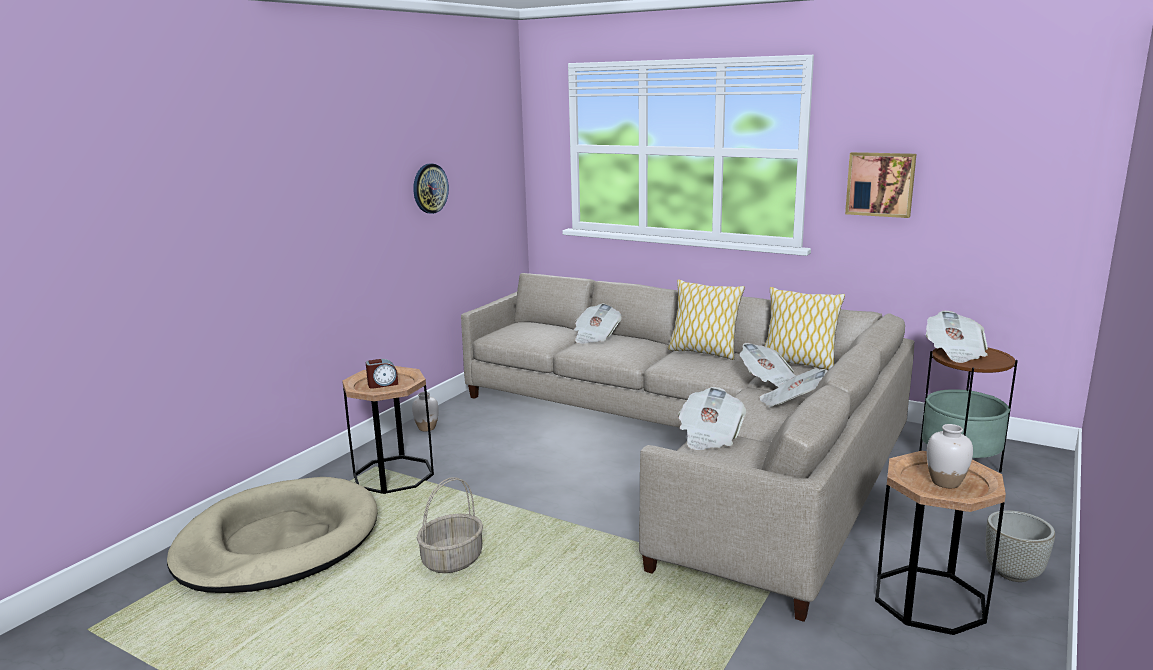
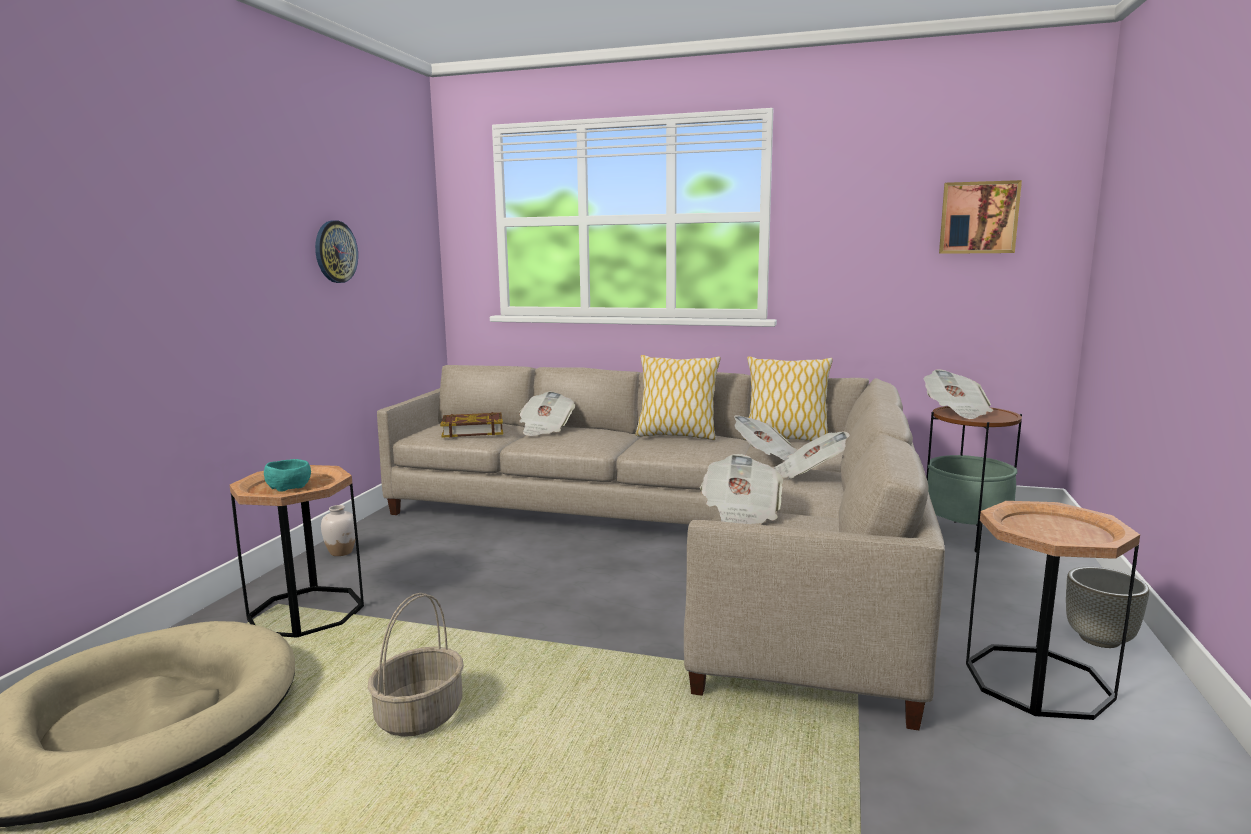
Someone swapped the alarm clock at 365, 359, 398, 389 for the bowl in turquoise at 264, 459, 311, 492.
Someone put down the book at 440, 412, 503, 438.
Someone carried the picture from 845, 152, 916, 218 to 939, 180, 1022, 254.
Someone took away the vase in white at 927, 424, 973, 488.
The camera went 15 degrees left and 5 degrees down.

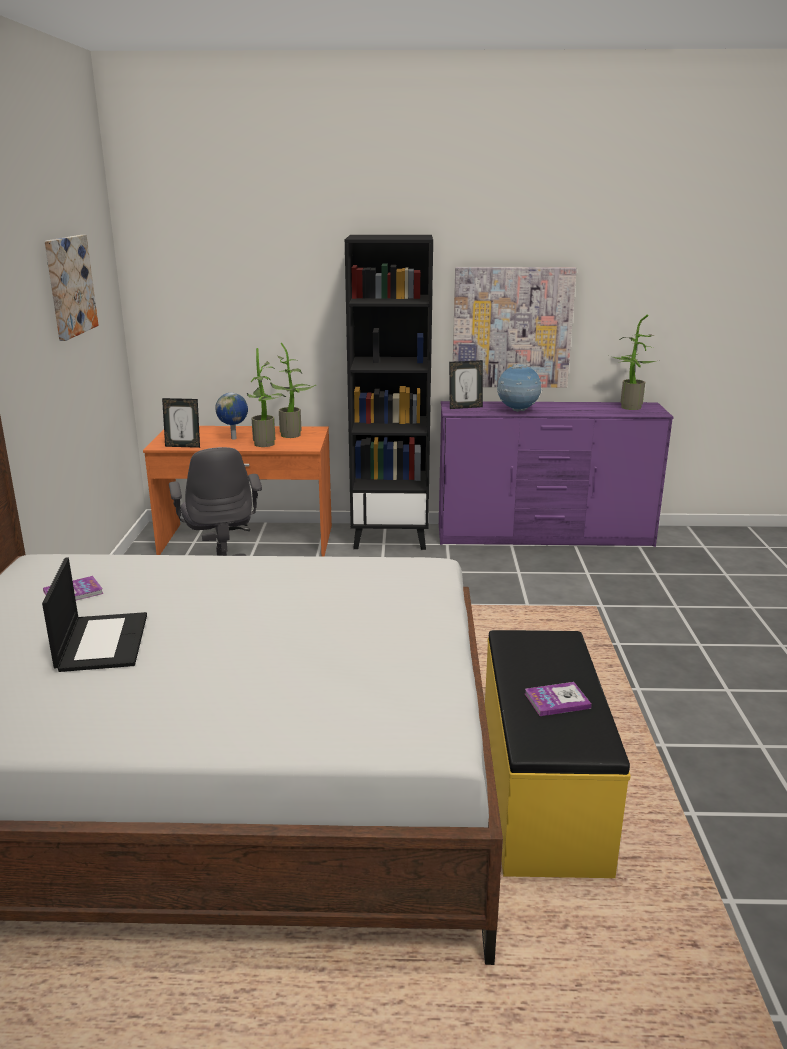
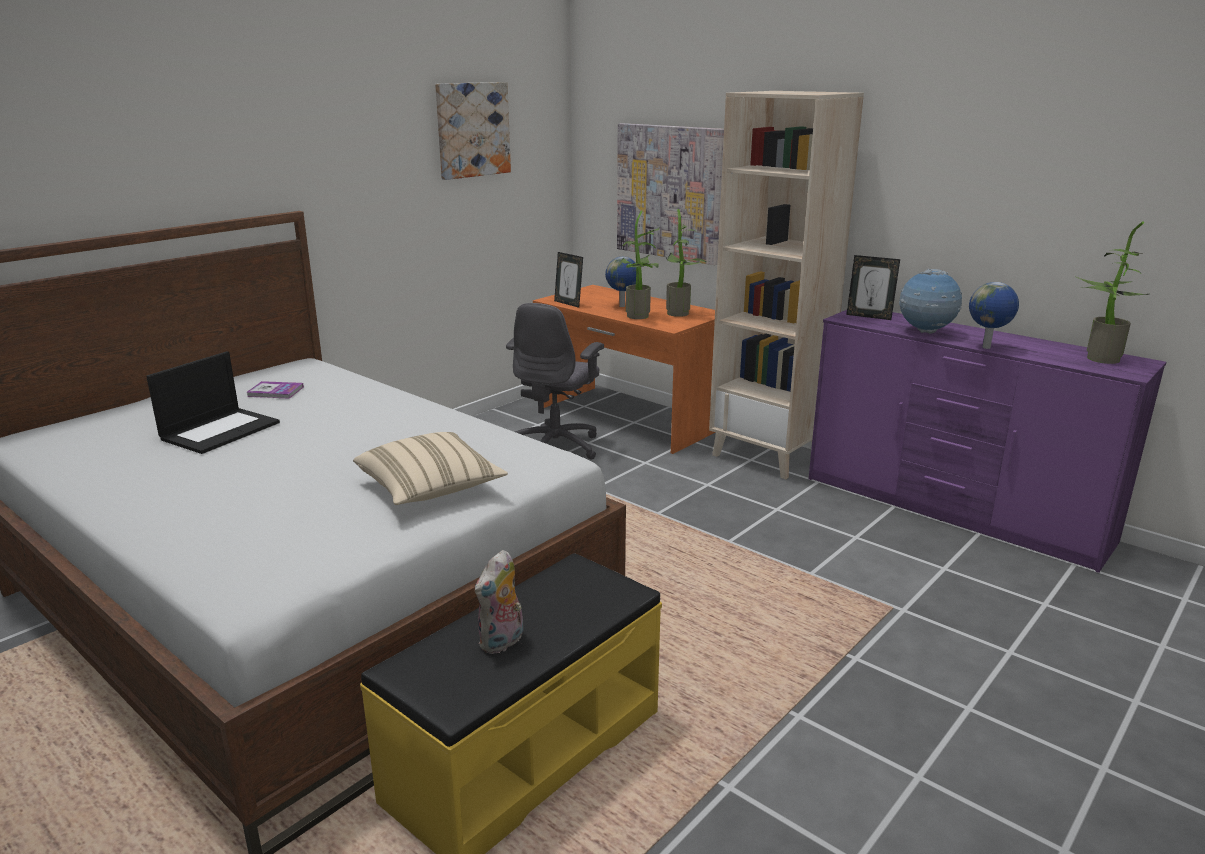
Someone put down the pillow in beige at 353, 432, 508, 505.
Someone swapped the book at 524, 682, 592, 716 for the plush toy at 475, 550, 523, 654.
Someone carried the picture from 453, 267, 577, 388 to 617, 123, 724, 265.
Someone repainted the bookcase in black at 345, 235, 433, 550, which became the bookcase in beige at 709, 91, 864, 479.
Someone put down the globe at 969, 282, 1019, 349.
The camera went 40 degrees right and 0 degrees up.

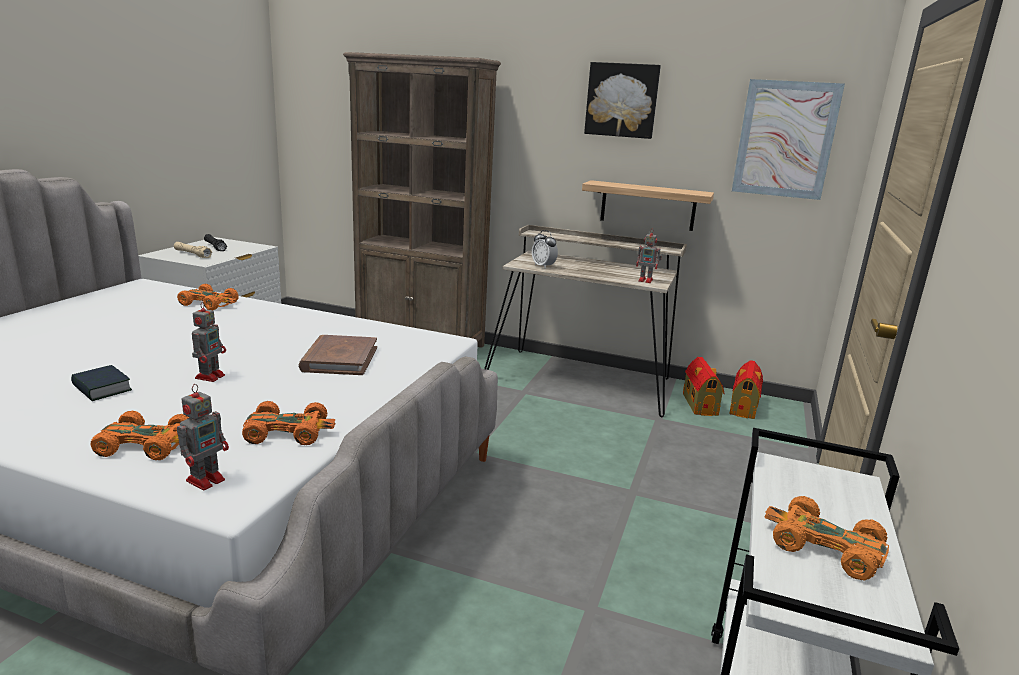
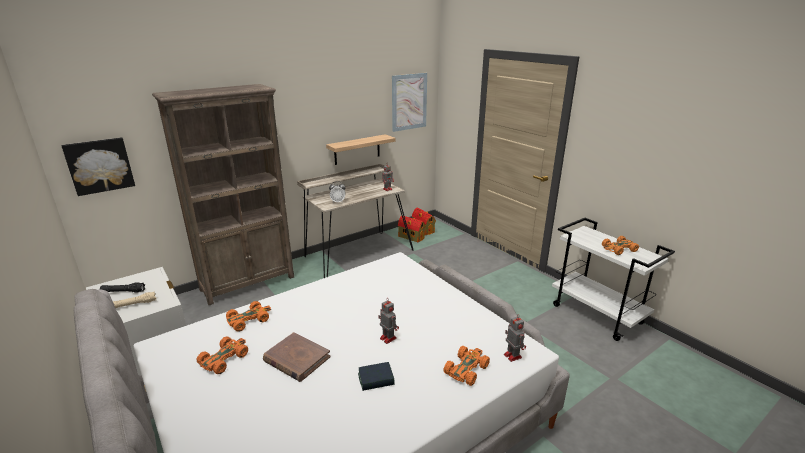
Someone carried the picture from 584, 62, 661, 139 to 61, 137, 135, 196.
Someone carried the toy car in orange from 242, 401, 335, 445 to 196, 337, 248, 374.
Someone carried the book in brown from 298, 335, 377, 375 to 263, 332, 330, 382.
The camera went 55 degrees left and 5 degrees up.

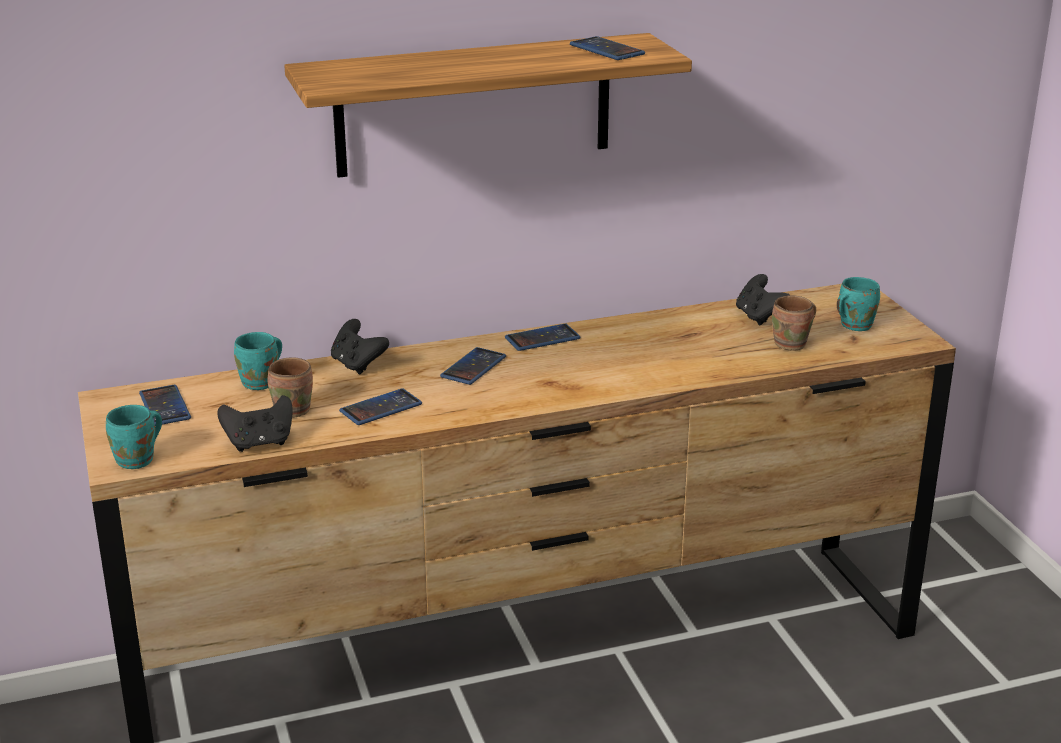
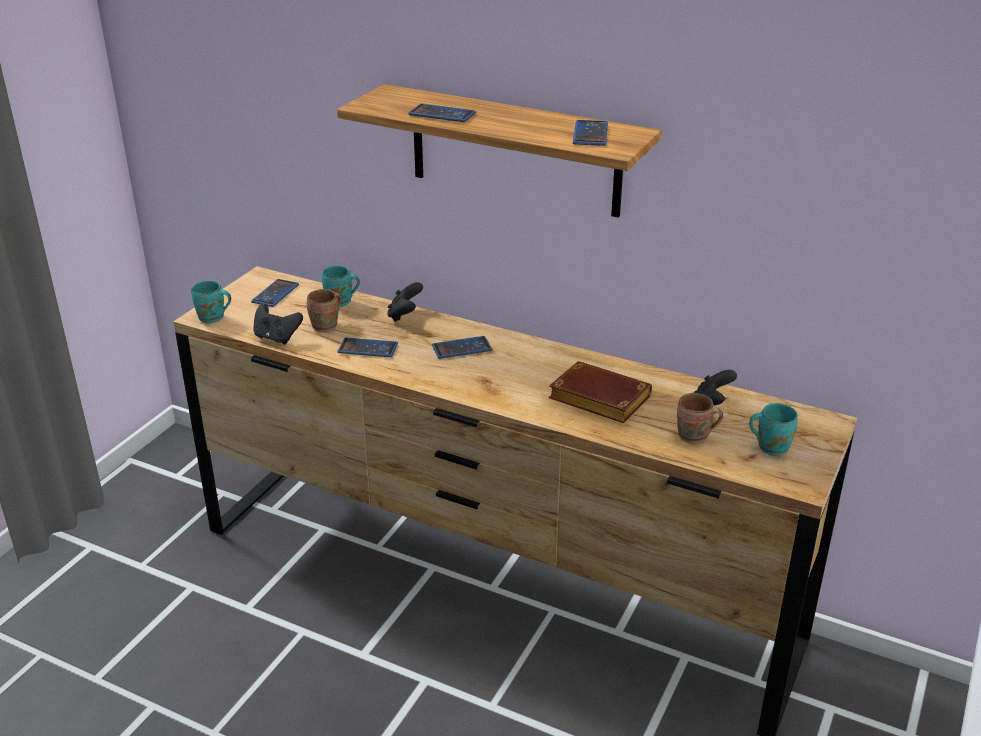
Someone carried the phone from 505, 324, 581, 351 to 408, 104, 476, 122.
Someone put down the book in brown at 548, 361, 652, 423.
The camera went 45 degrees right and 5 degrees up.

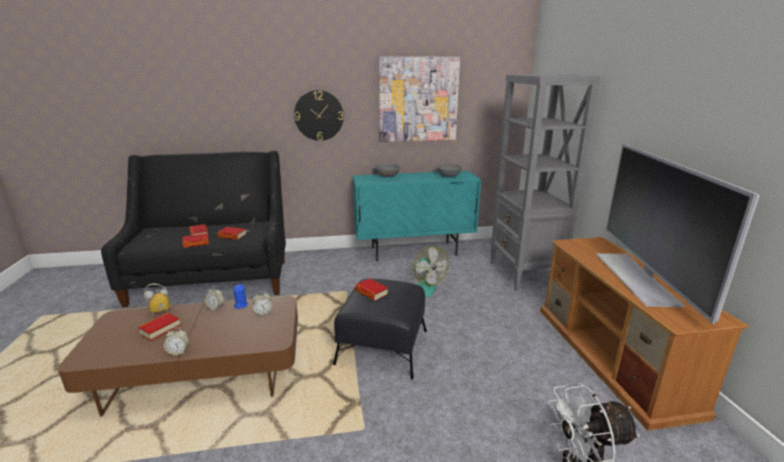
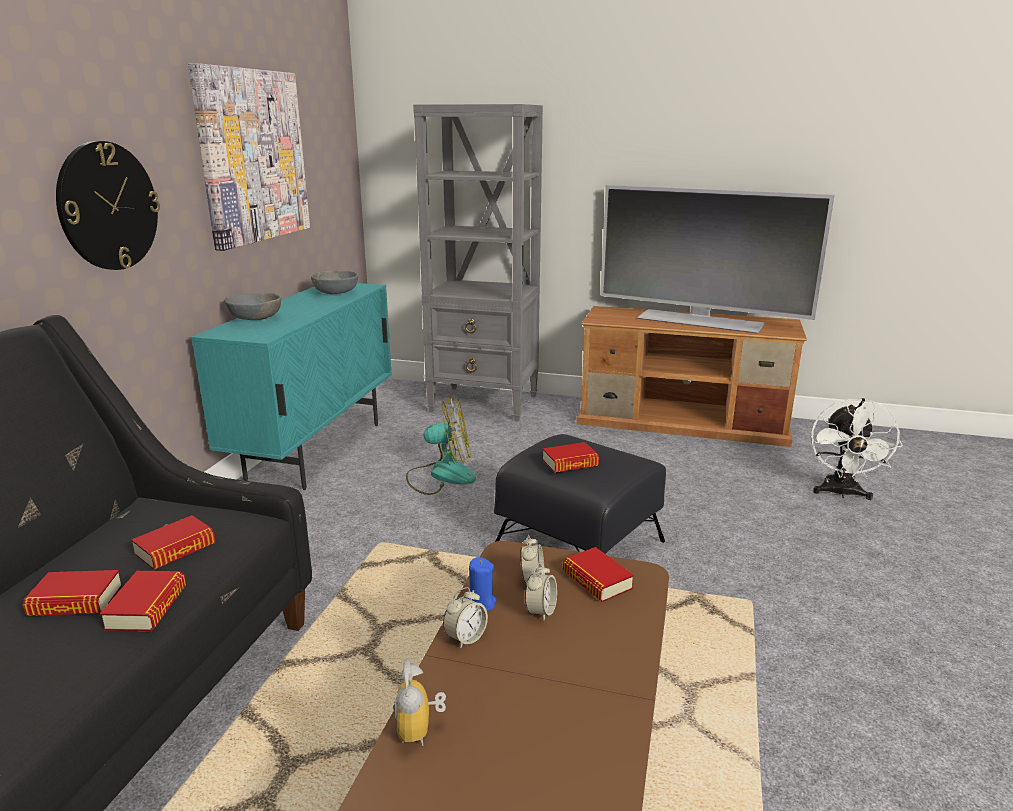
Someone carried the alarm clock from 164, 327, 189, 355 to 525, 563, 557, 621.
Someone carried the book from 138, 313, 181, 341 to 563, 547, 634, 602.
The camera went 65 degrees left and 0 degrees up.

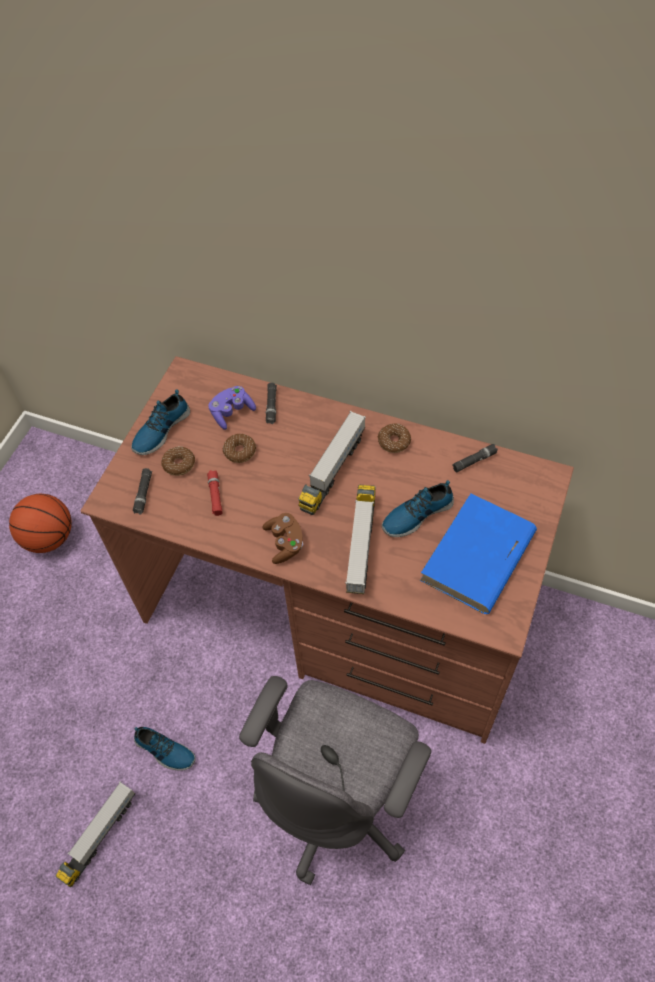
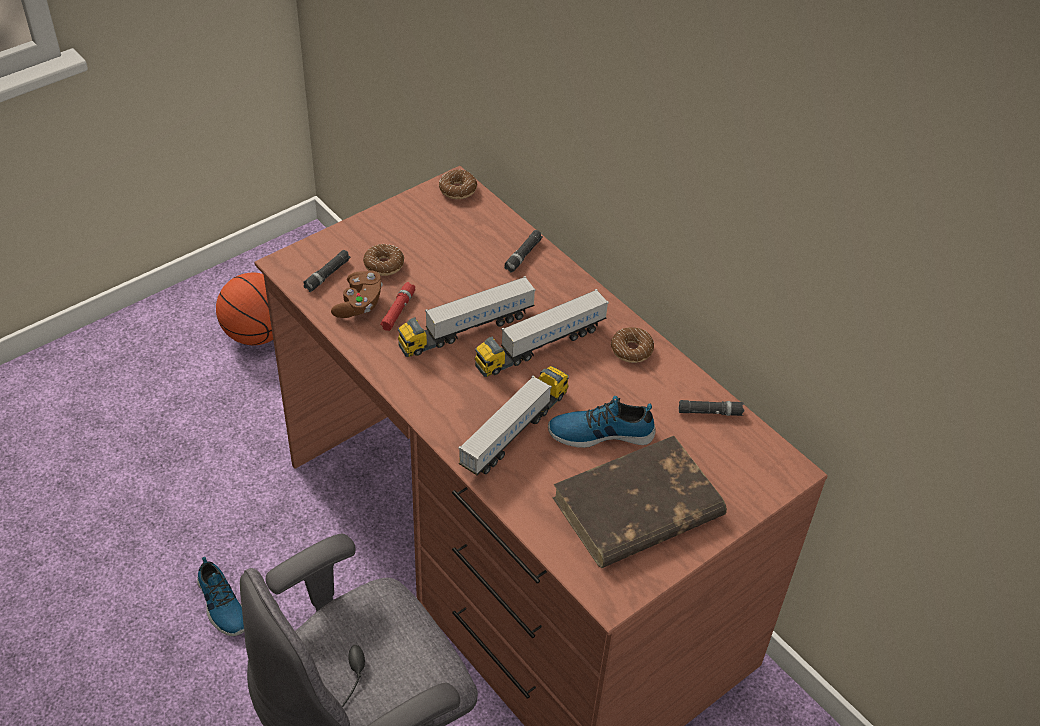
Someone carried the game controller in brown from 263, 513, 303, 564 to 331, 270, 383, 318.
Someone carried the toy truck from 55, 782, 135, 887 to 398, 276, 536, 357.
Someone carried the donut from 223, 434, 256, 463 to 439, 169, 477, 199.
Someone repainted the book in blue at 420, 493, 537, 614, which became the book in brown at 552, 436, 727, 568.
Someone took away the shoe at 131, 389, 190, 455.
Someone took away the game controller in purple at 208, 386, 256, 430.
The camera went 25 degrees right and 10 degrees down.

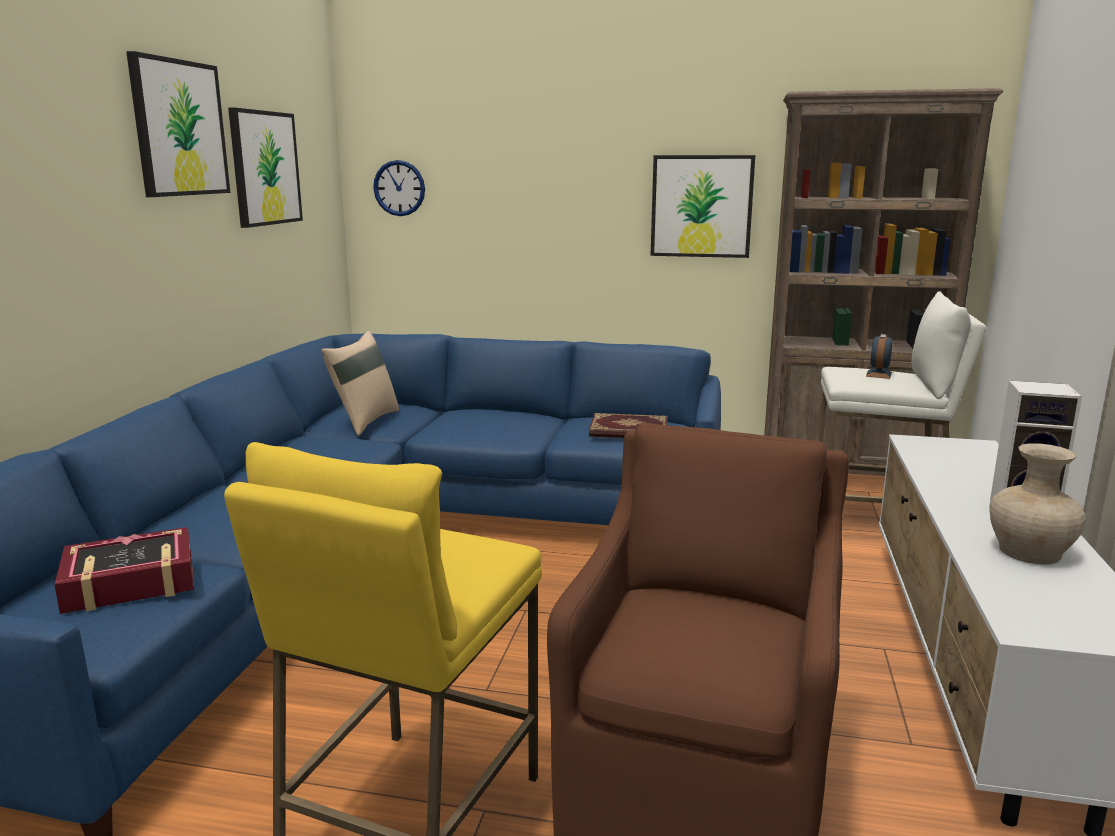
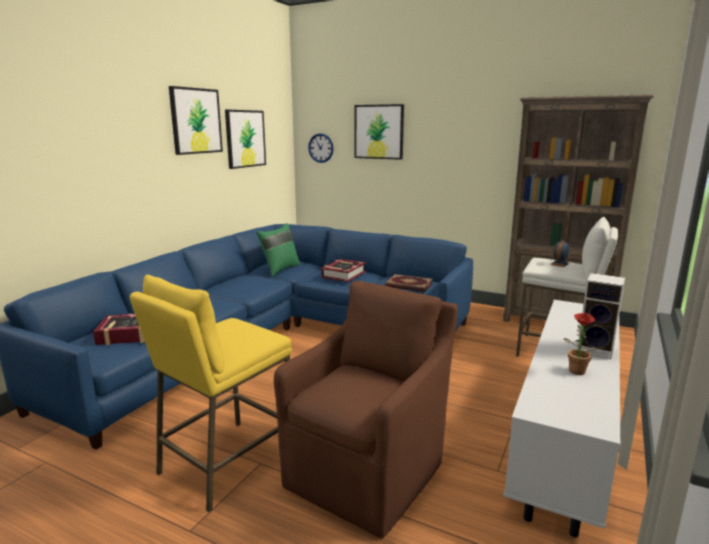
Someone repainted the pillow in beige at 322, 331, 399, 436, which became the pillow in green at 256, 223, 300, 277.
Someone put down the book at 321, 259, 366, 282.
Someone carried the picture from 651, 155, 755, 258 to 355, 104, 404, 160.
Someone swapped the vase in beige at 989, 443, 1086, 564 for the potted plant at 563, 313, 606, 375.
The camera went 15 degrees right and 0 degrees up.

